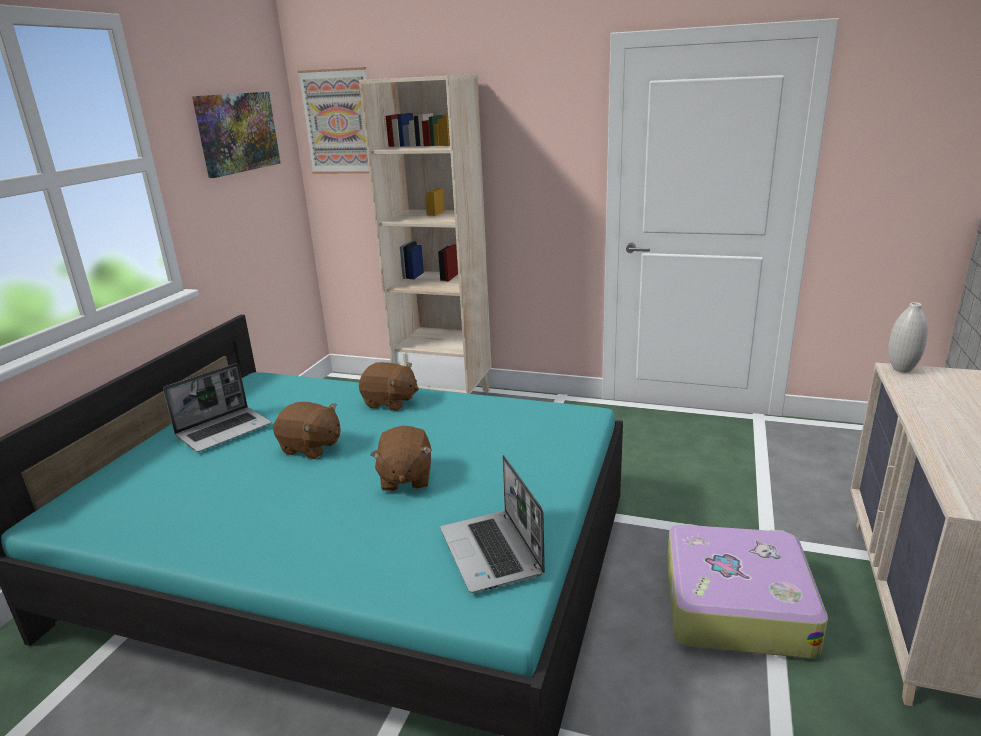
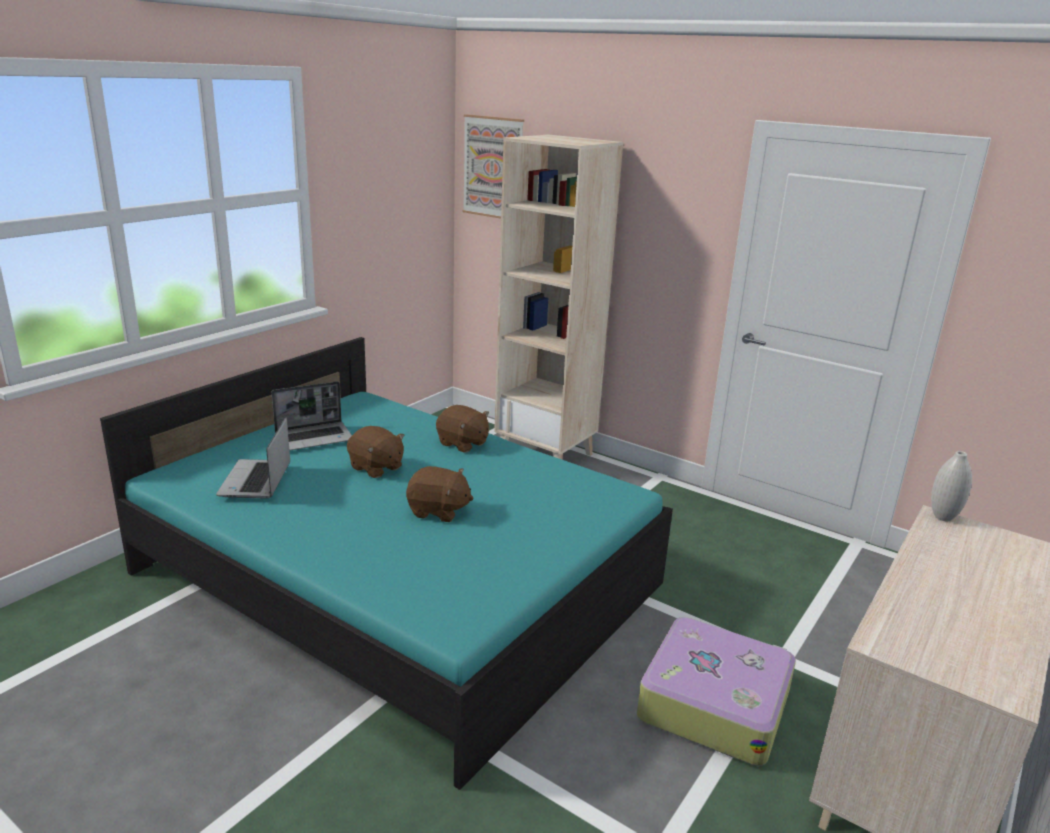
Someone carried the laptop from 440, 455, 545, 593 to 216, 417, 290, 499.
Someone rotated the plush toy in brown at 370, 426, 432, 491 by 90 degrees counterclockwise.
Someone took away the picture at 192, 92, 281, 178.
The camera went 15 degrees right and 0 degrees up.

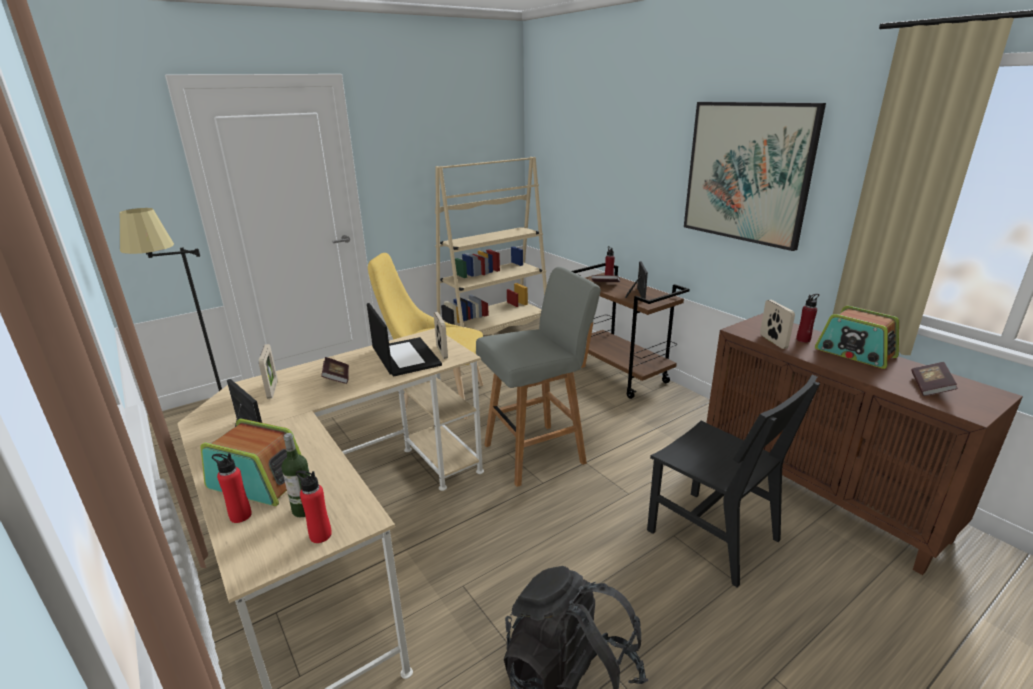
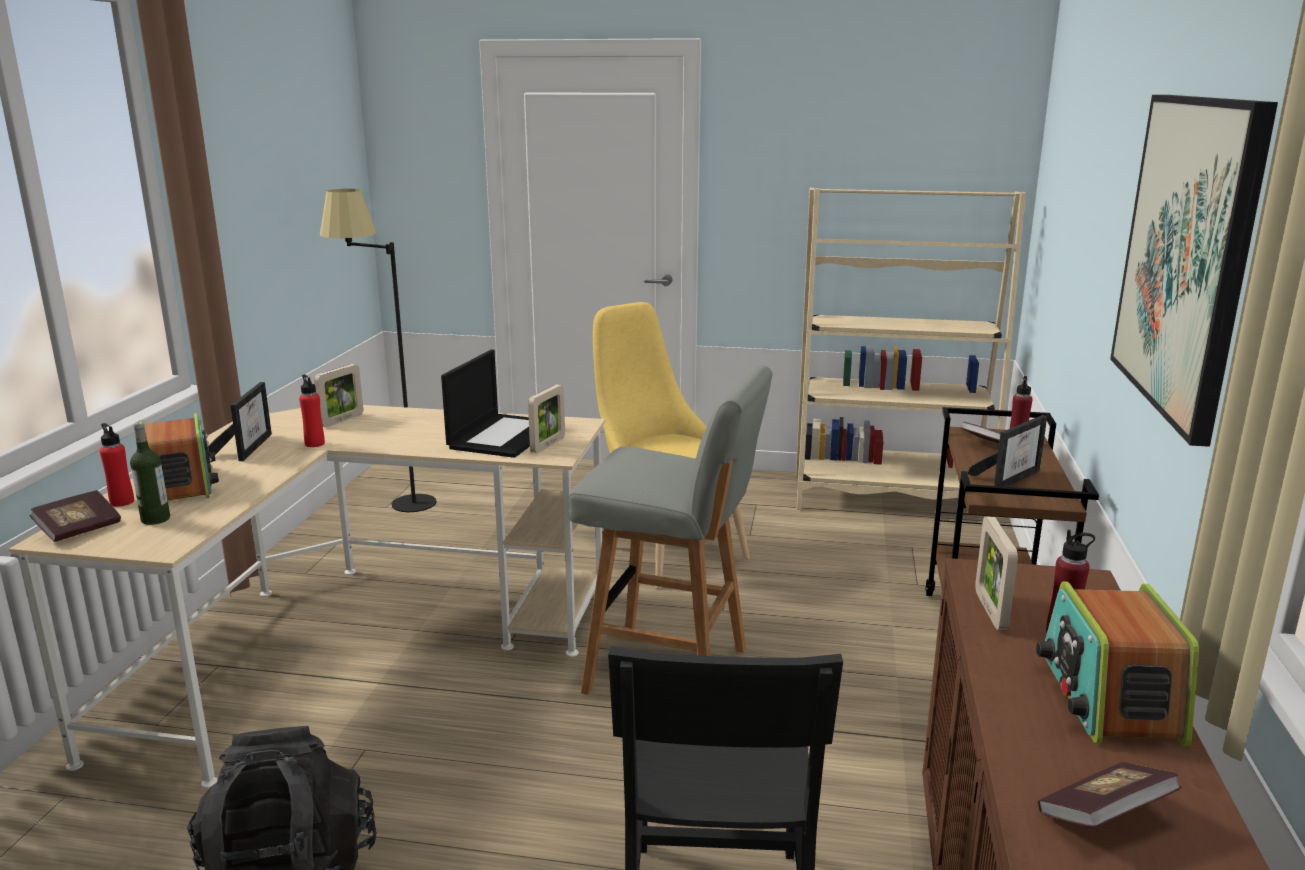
Someone carried the book from 321, 357, 349, 384 to 30, 490, 121, 542.
Someone carried the bottle in red from 296, 470, 332, 543 to 299, 374, 325, 447.
Someone rotated the picture frame at 760, 300, 795, 349 by 150 degrees clockwise.
The camera went 45 degrees right and 5 degrees down.

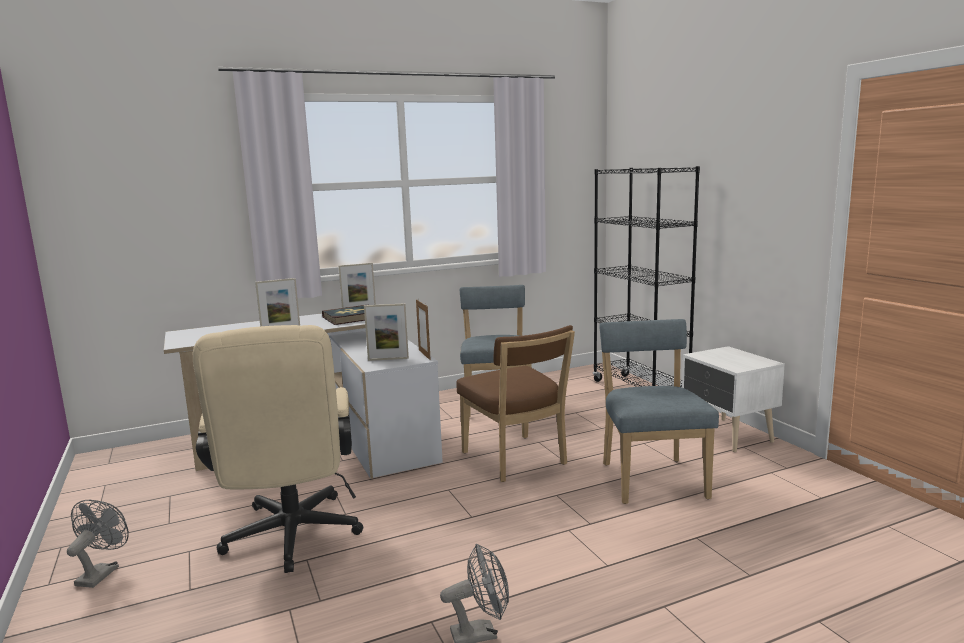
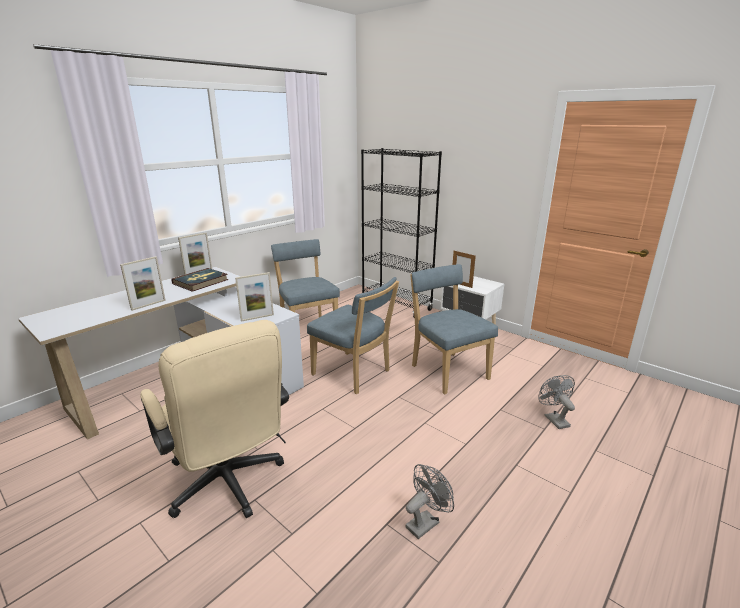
Someone repainted the chair in brown at 457, 325, 575, 482, which became the chair in blue at 307, 277, 399, 394.
Someone carried the picture frame from 416, 299, 431, 360 to 453, 250, 476, 288.
Someone carried the fan in grey from 67, 500, 129, 588 to 538, 375, 575, 429.
The camera went 25 degrees left and 10 degrees up.

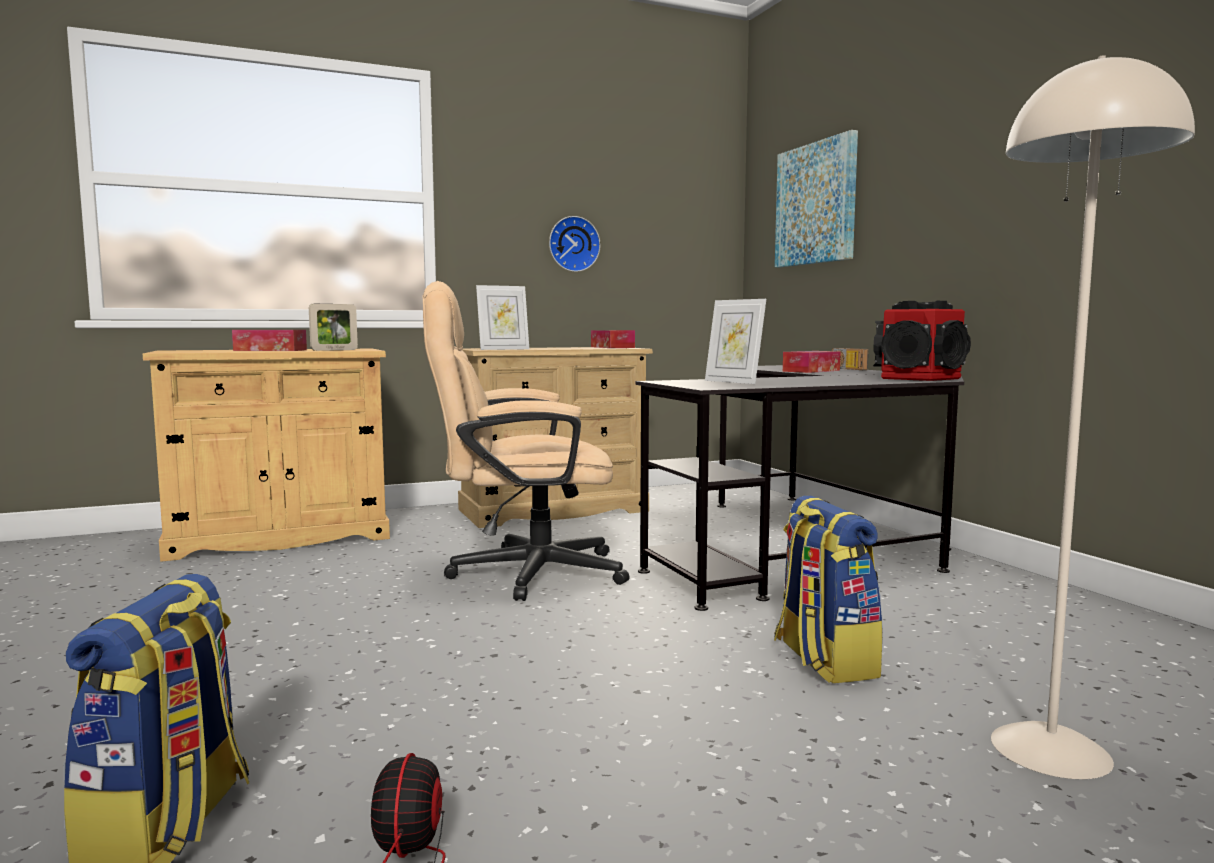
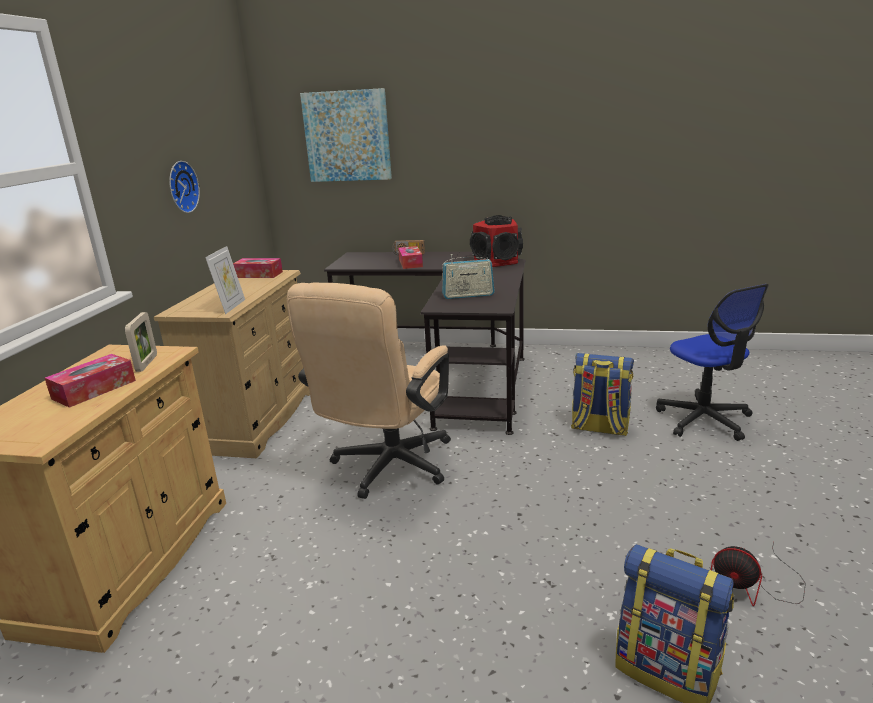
Someone swapped the picture frame at 705, 299, 766, 384 for the radio at 442, 254, 495, 299.
Someone swapped the floor lamp in beige at 991, 55, 1195, 779 for the office chair at 656, 284, 769, 441.
The camera went 55 degrees left and 15 degrees up.

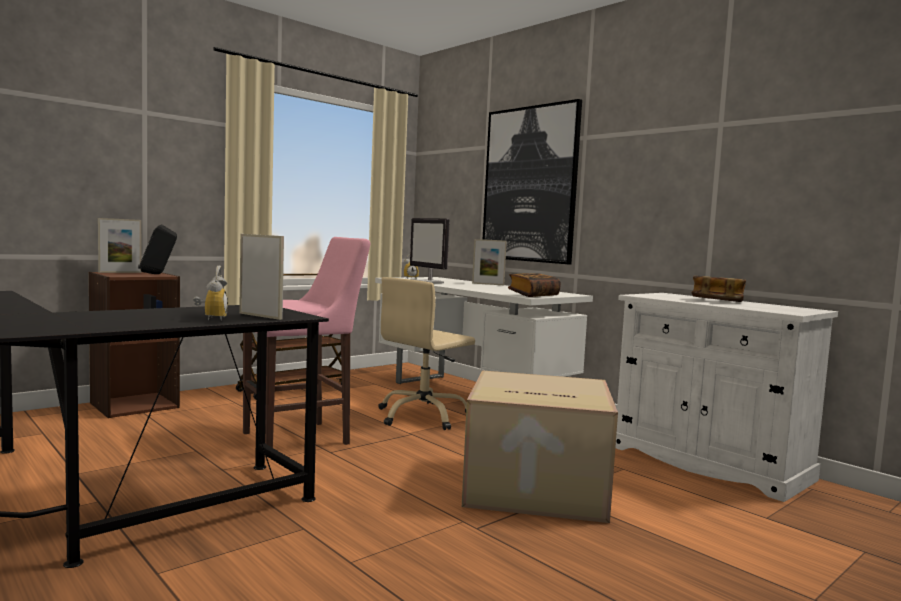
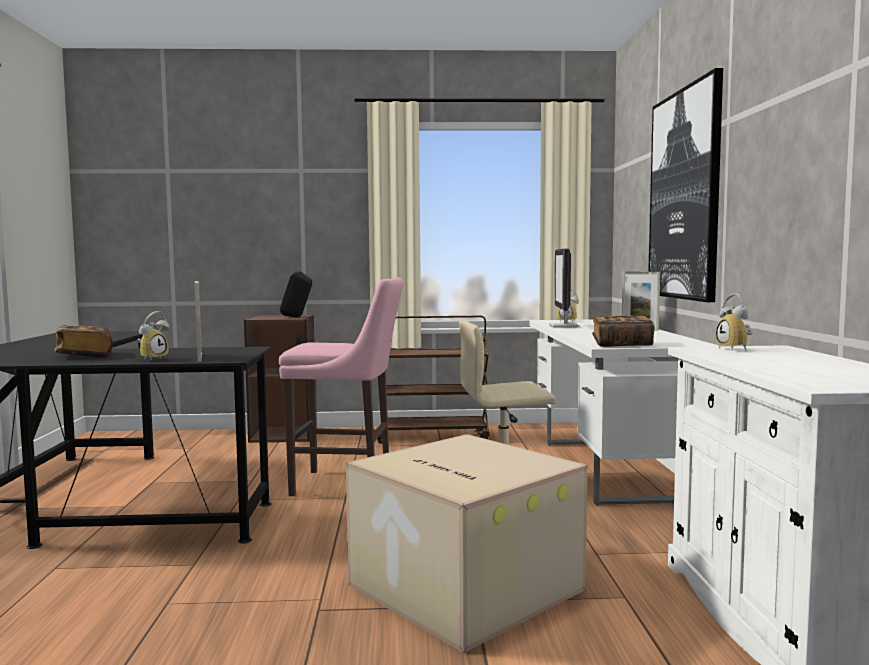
Someone carried the book from 691, 276, 746, 302 to 55, 325, 113, 357.
Someone put down the alarm clock at 716, 293, 753, 351.
Someone took away the picture frame at 98, 218, 141, 273.
The camera went 40 degrees right and 0 degrees up.

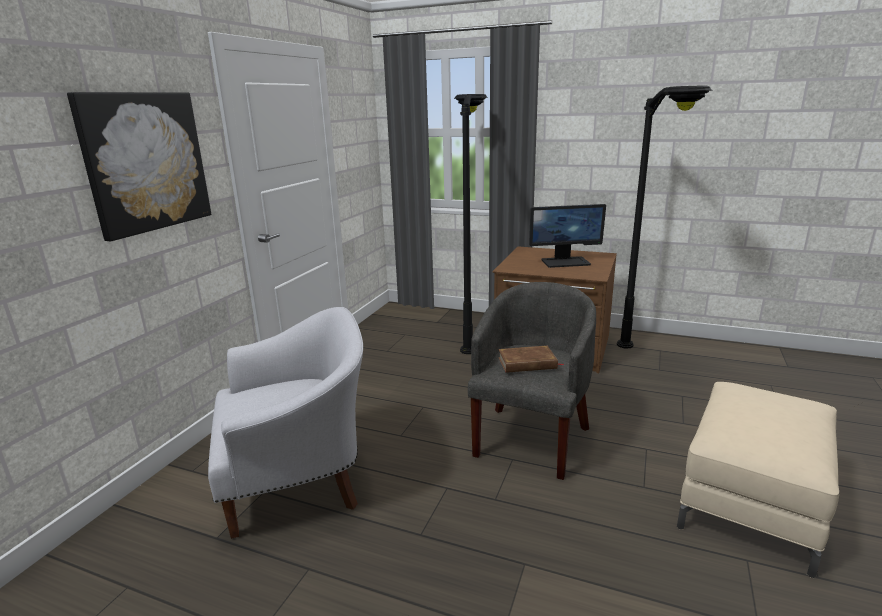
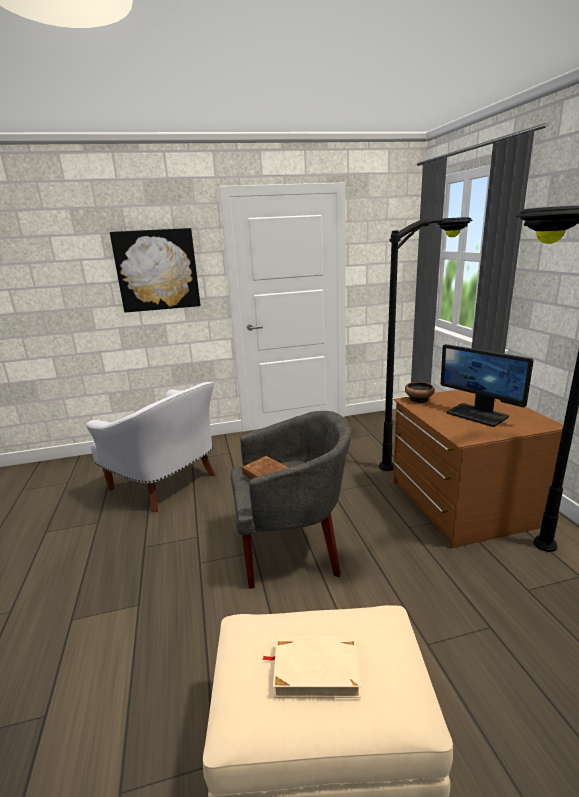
Someone put down the book in beige at 263, 636, 361, 698.
Someone put down the bowl at 405, 382, 435, 403.
The camera went 55 degrees right and 0 degrees up.

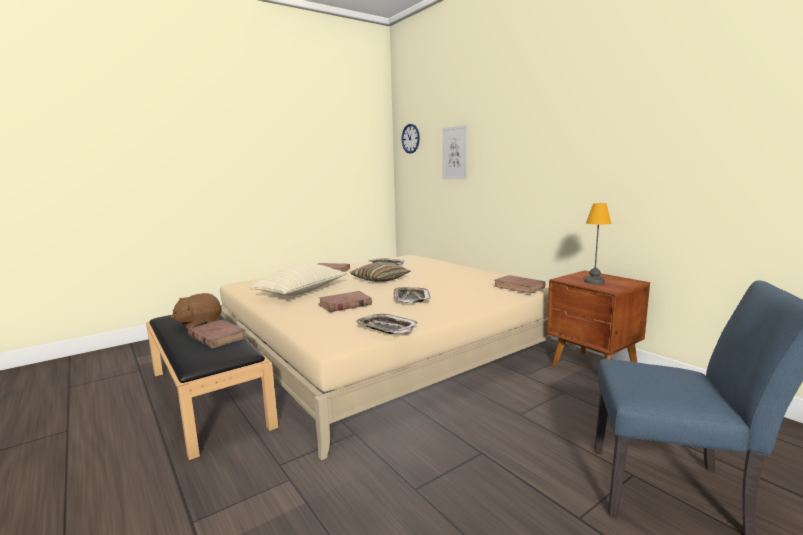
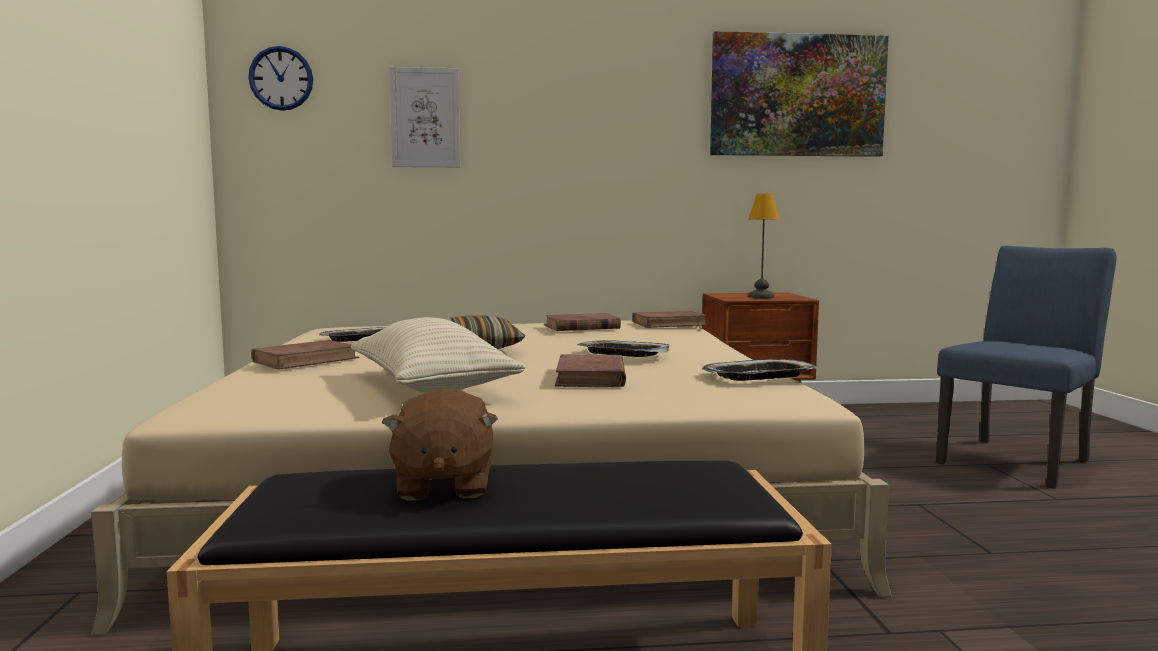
Someone carried the book in brown from 188, 320, 247, 348 to 544, 313, 621, 331.
Someone put up the picture at 710, 31, 889, 157.
The camera went 60 degrees left and 5 degrees down.

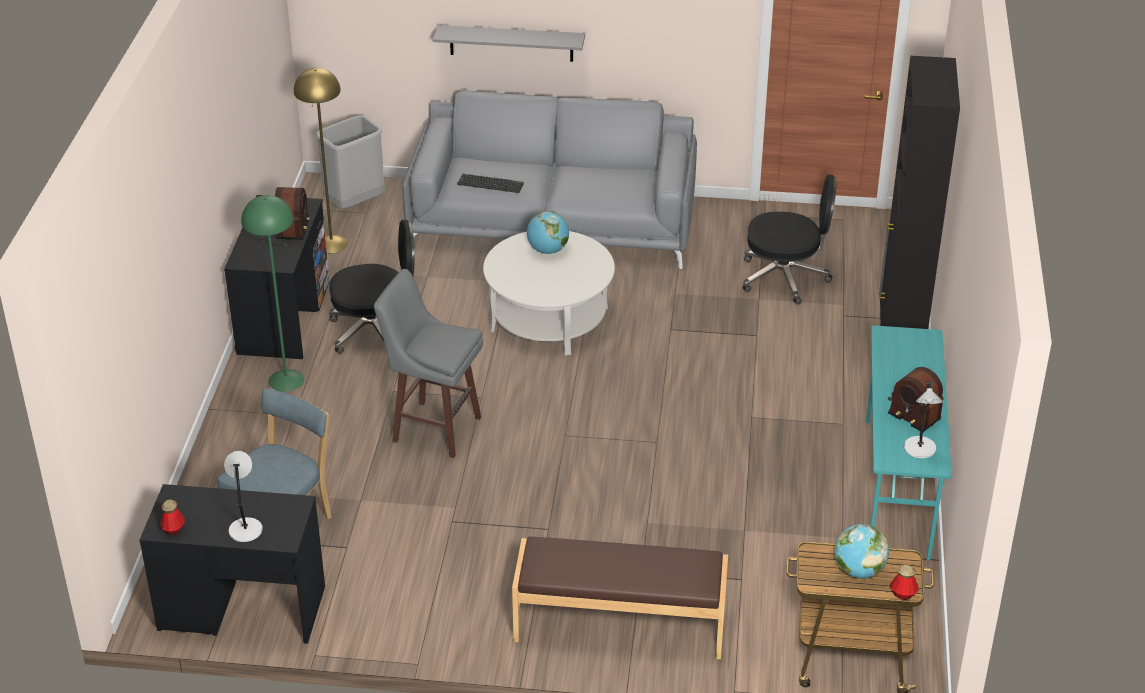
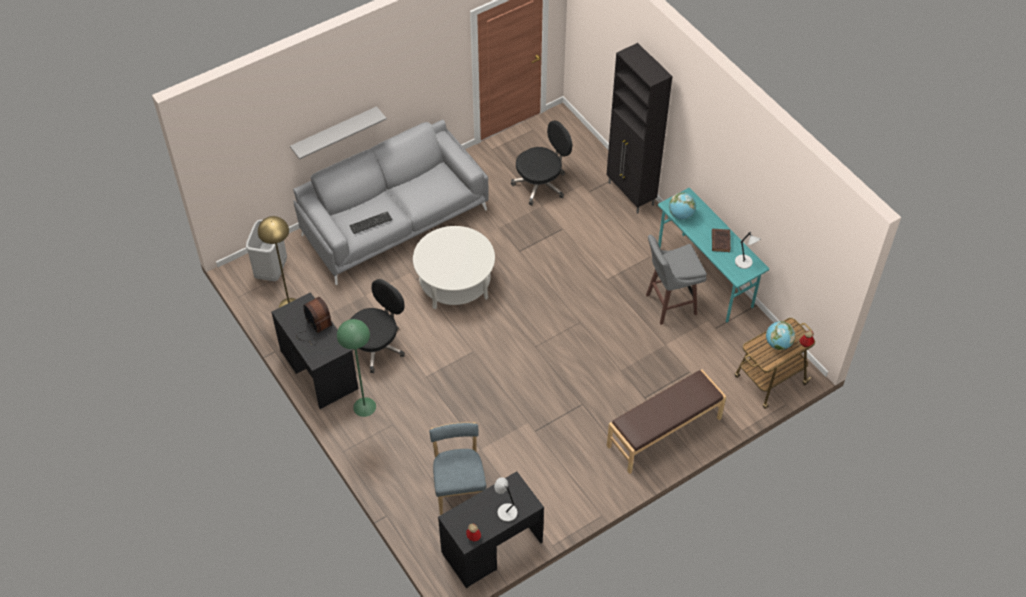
Someone carried the stool in grey from 374, 269, 483, 458 to 646, 235, 707, 325.
Someone carried the globe from 527, 211, 569, 254 to 669, 192, 696, 220.
Someone swapped the radio at 888, 367, 943, 432 for the book in brown at 712, 229, 731, 252.
The camera went 40 degrees left and 15 degrees up.

